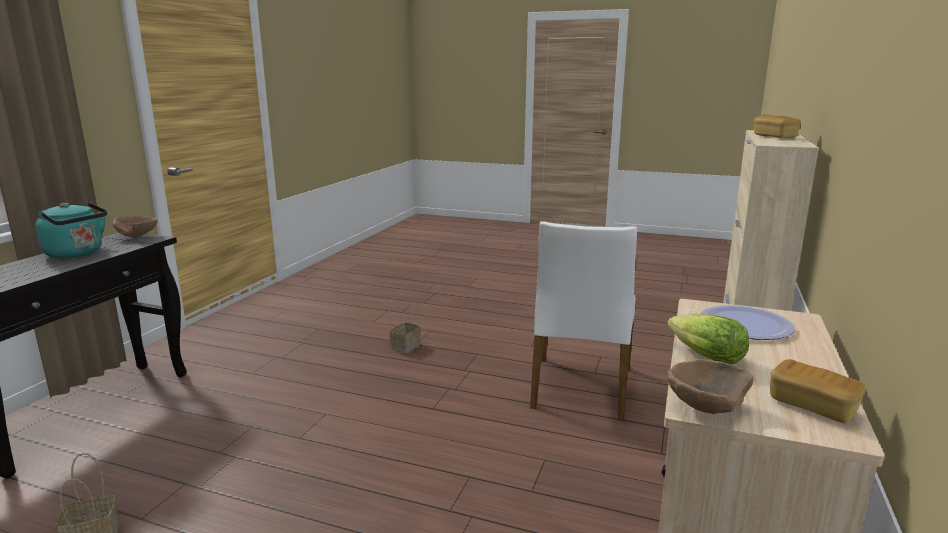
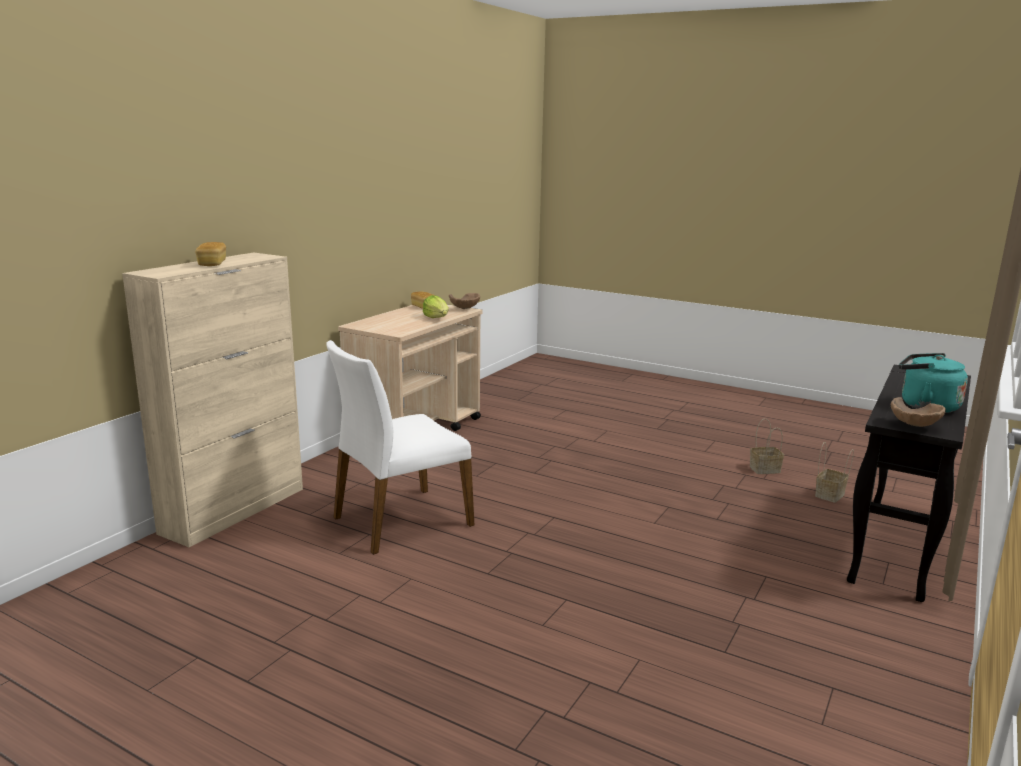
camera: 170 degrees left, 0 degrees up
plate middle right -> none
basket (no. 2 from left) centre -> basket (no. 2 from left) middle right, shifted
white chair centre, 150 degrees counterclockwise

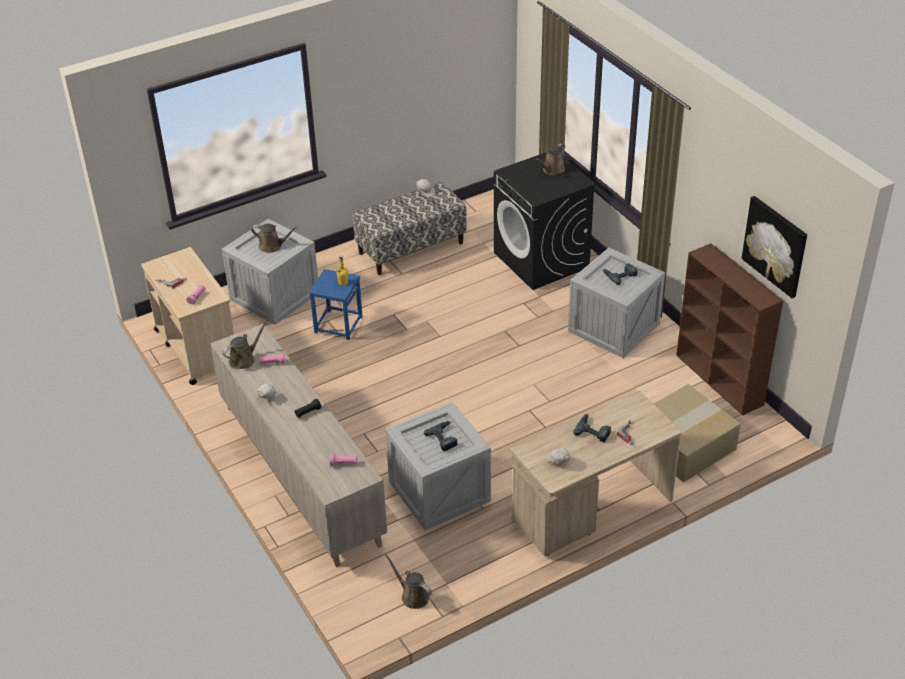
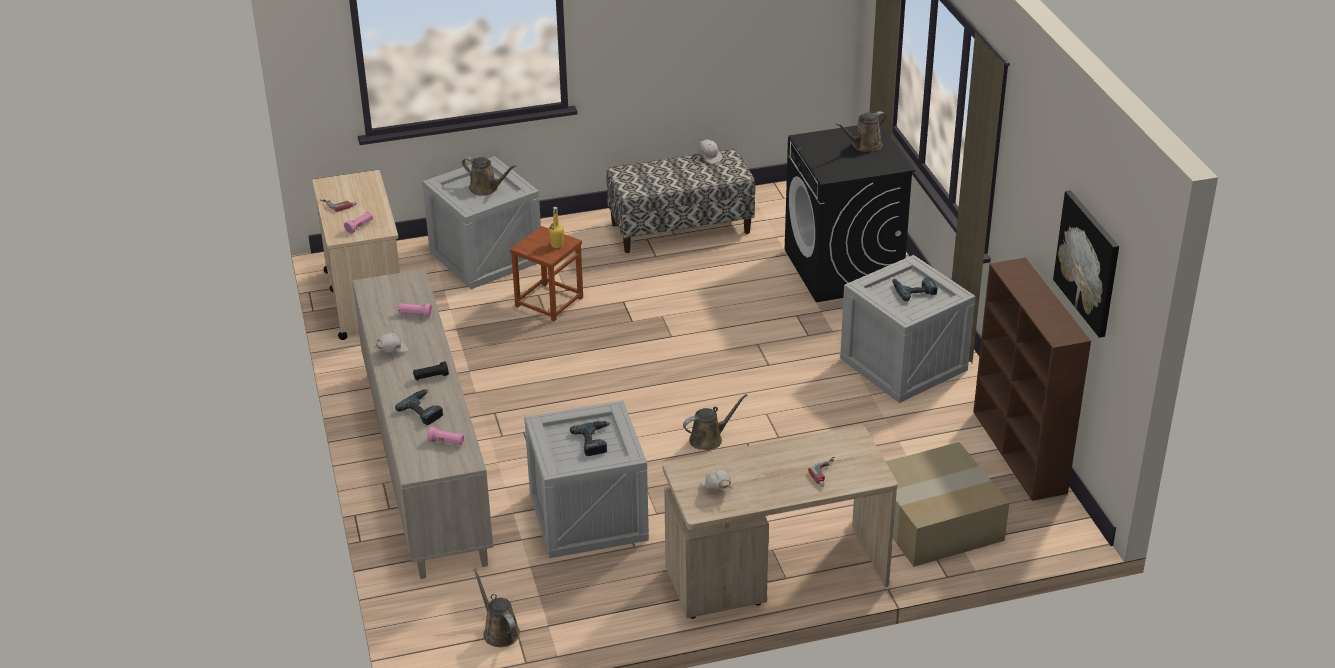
camera: 15 degrees right, 5 degrees down
brown watering can (no. 1 from left in the first image) middle left -> brown watering can (no. 3 from left) centre, shifted
power drill (no. 3 from left in the first image) centre -> power drill (no. 2 from left) middle left, shifted
blue stool centre -> brown stool centre

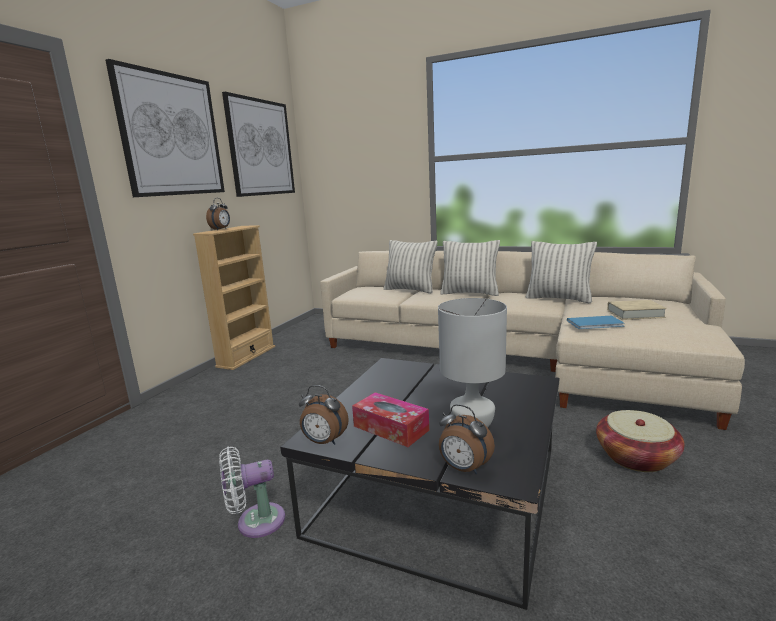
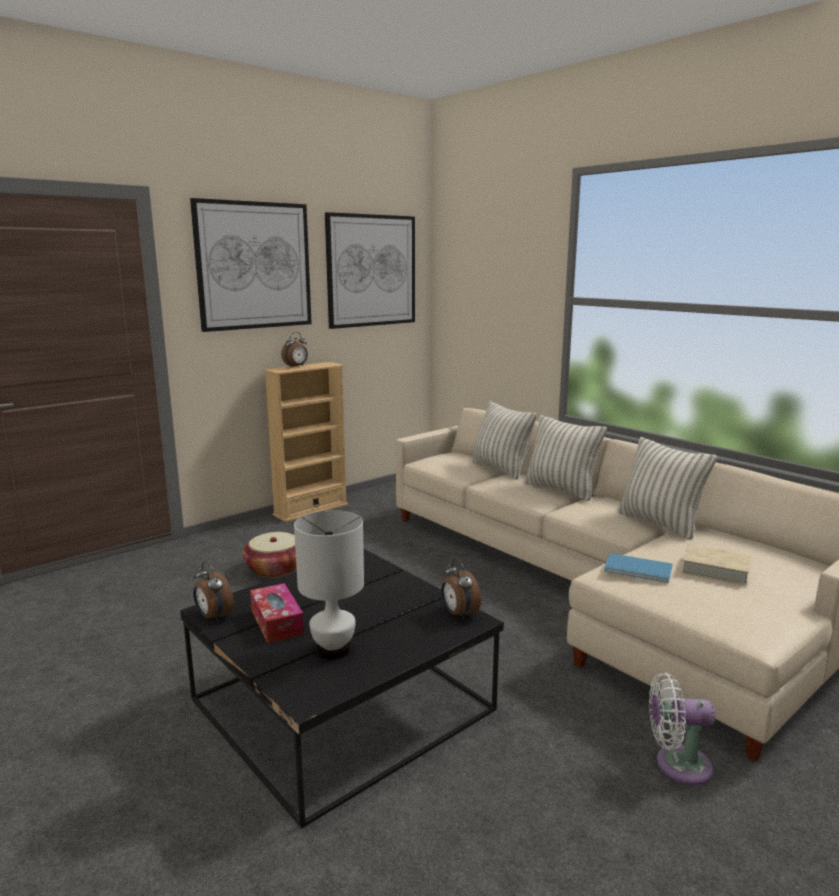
camera: 25 degrees right, 0 degrees up
white fan bottom left -> white fan bottom right, shifted
alarm clock (no. 3 from left) bottom centre -> alarm clock (no. 3 from left) centre, shifted
basket bottom right -> basket middle left, shifted

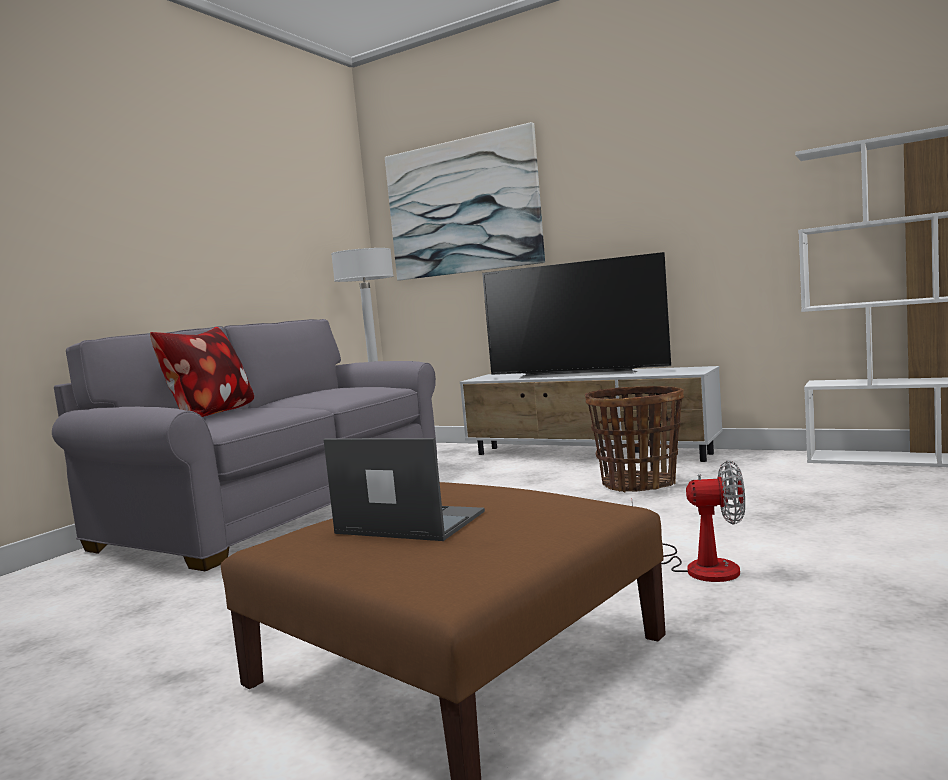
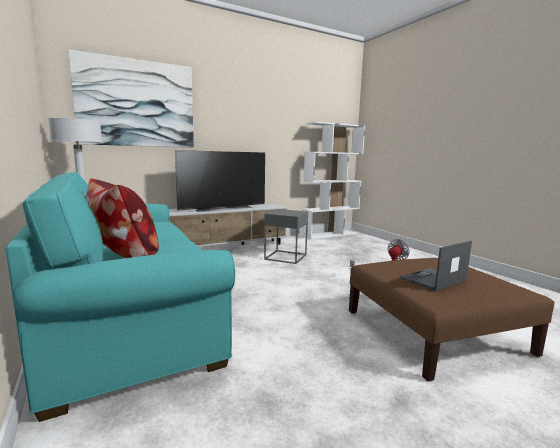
camera: 60 degrees left, 5 degrees up
basket middle right -> grey side table centre
grey sofa middle left -> turquoise sofa middle left

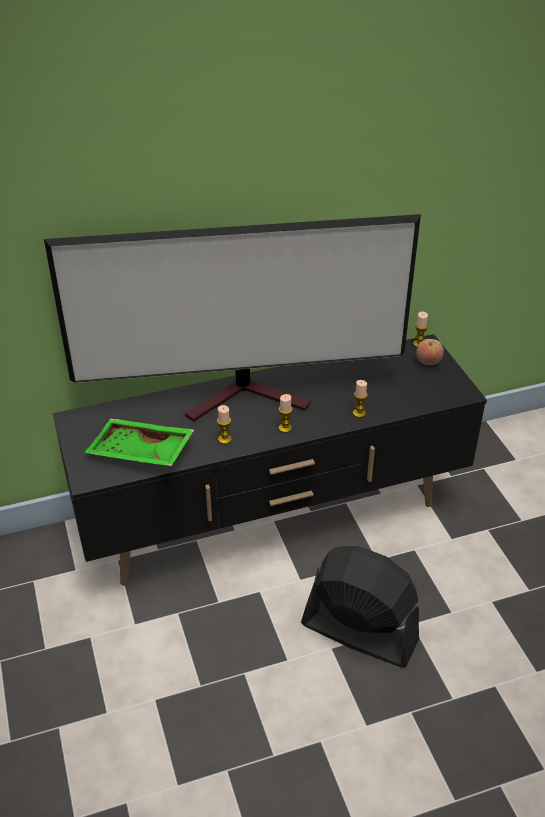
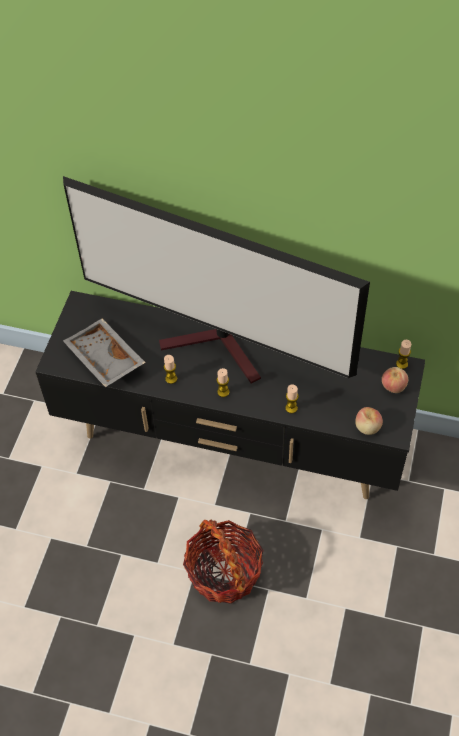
camera: 35 degrees right, 15 degrees up
none -> apple (no. 1 from left) middle right
black fan bottom centre -> basket bottom centre
green tray middle left -> grey tray middle left

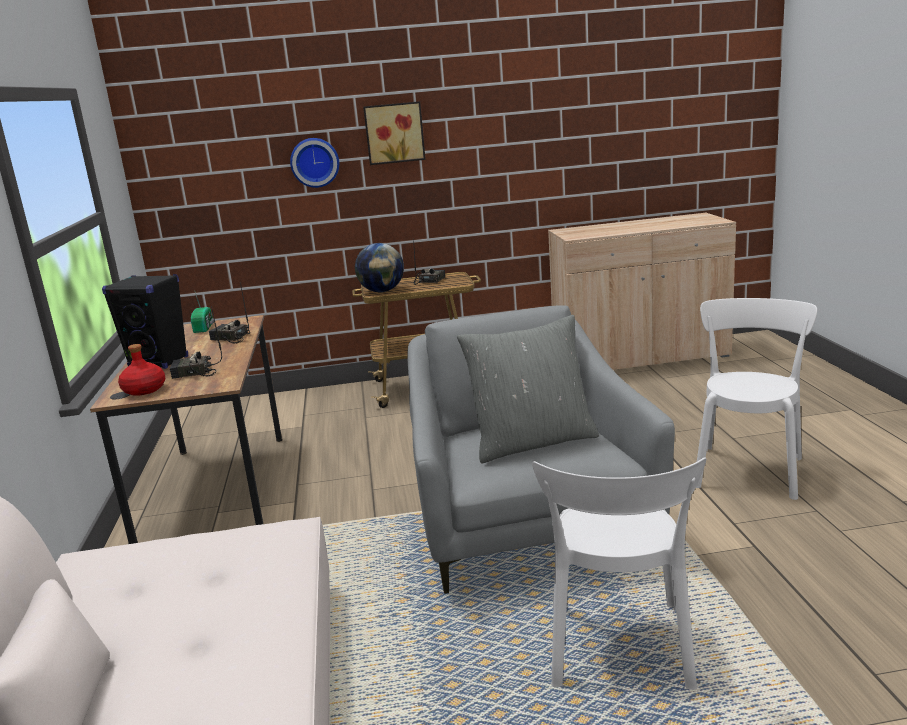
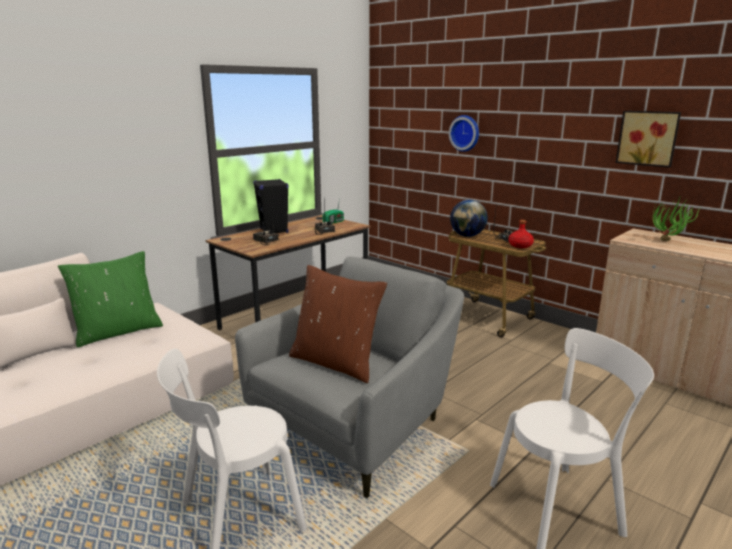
camera: 50 degrees right, 0 degrees up
none -> green pillow middle left
none -> potted plant middle right
red bottle middle left -> red bottle middle right, shifted
picture top centre -> picture top right, shifted
grey pillow centre -> brown pillow centre

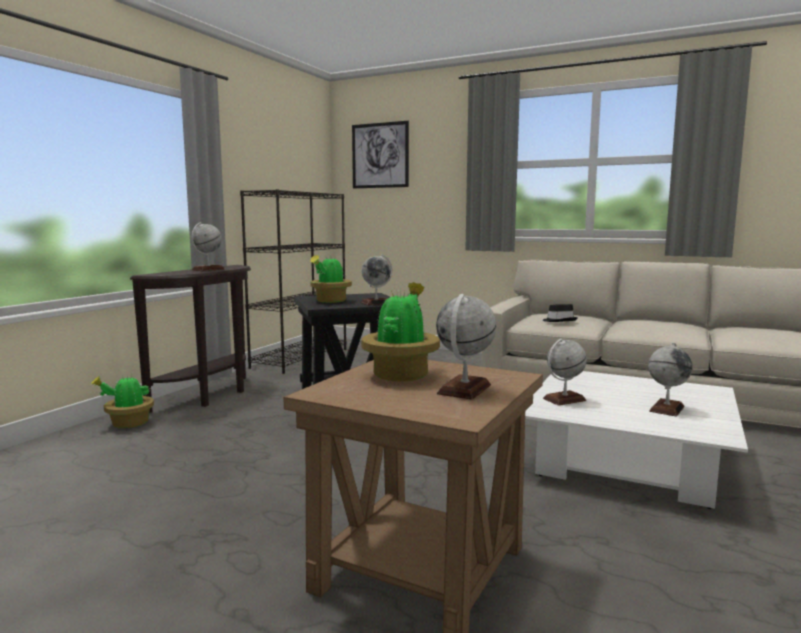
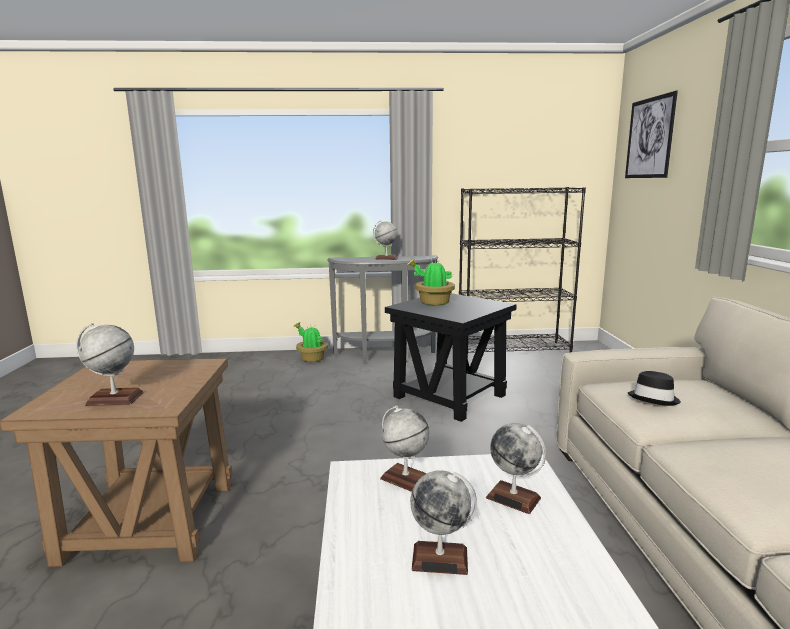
camera: 60 degrees right, 5 degrees up
potted plant (no. 3 from left) centre -> none
globe (no. 2 from left in the first image) centre -> globe (no. 5 from left) bottom centre, shifted
brown console table middle left -> grey console table centre

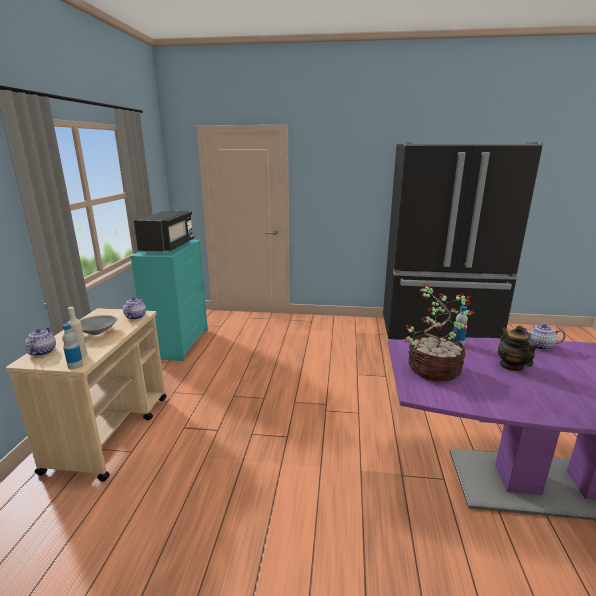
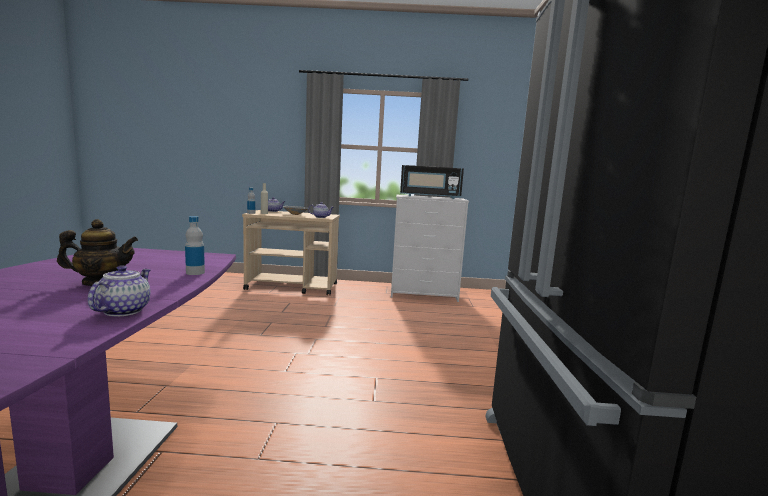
camera: 85 degrees right, 10 degrees down
potted plant middle right -> none
turquoise dresser middle left -> white dresser centre

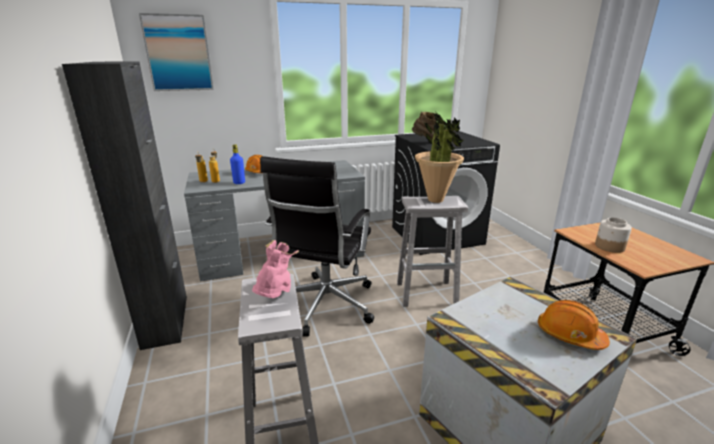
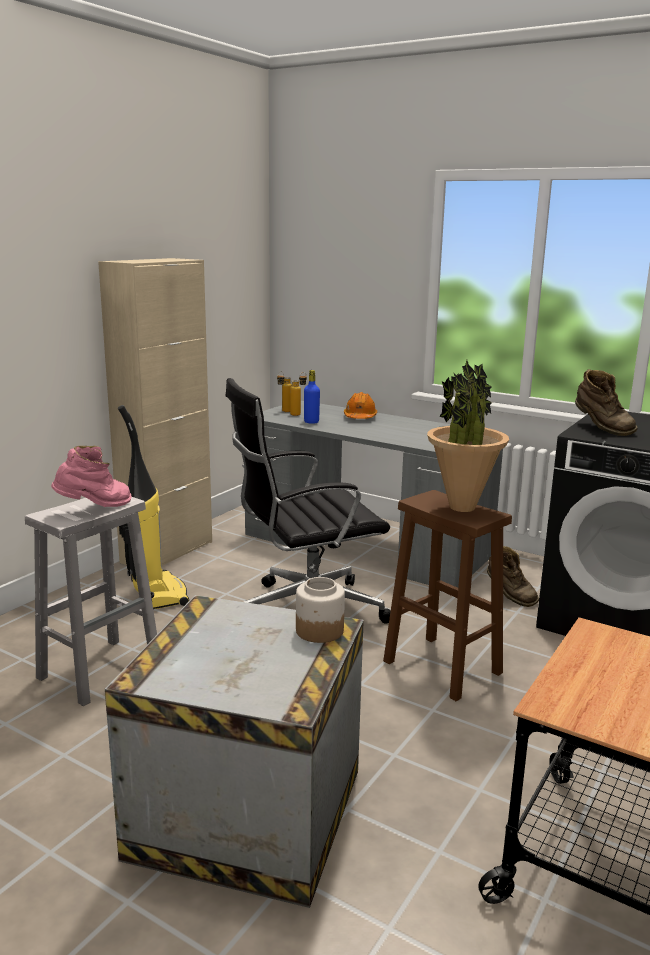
camera: 50 degrees right, 5 degrees down
picture top left -> none
orange hard hat (no. 2 from left) bottom right -> none
none -> vacuum cleaner middle left
none -> brown boot (no. 1 from left) middle right
jar middle right -> jar centre, shifted
black cabinet middle left -> beige cabinet middle left
white stool (no. 2 from left) centre -> brown stool middle right

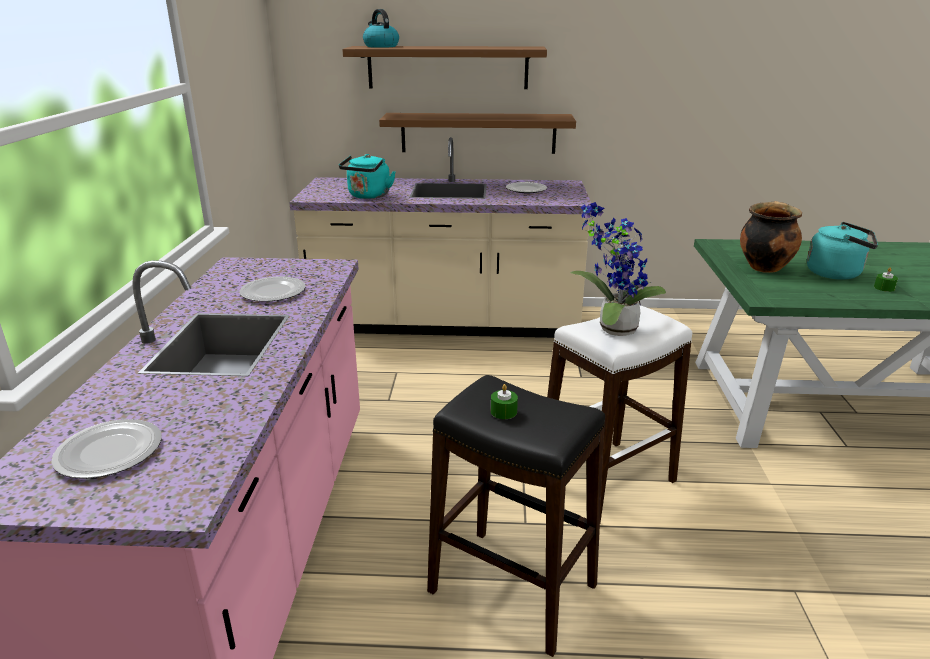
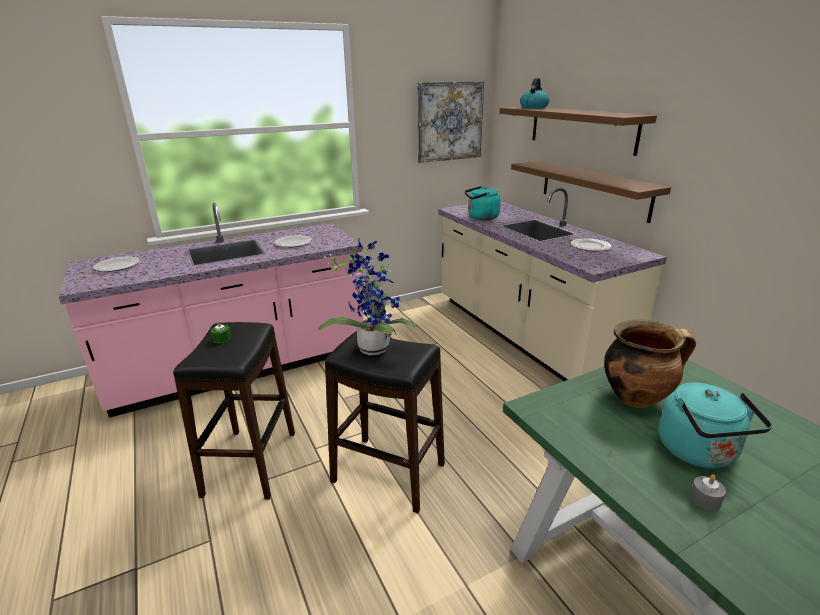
camera: 60 degrees right, 0 degrees up
none -> picture top centre
white stool centre -> black stool (no. 2 from left) bottom centre
green candle (no. 2 from left) middle right -> grey candle bottom right

